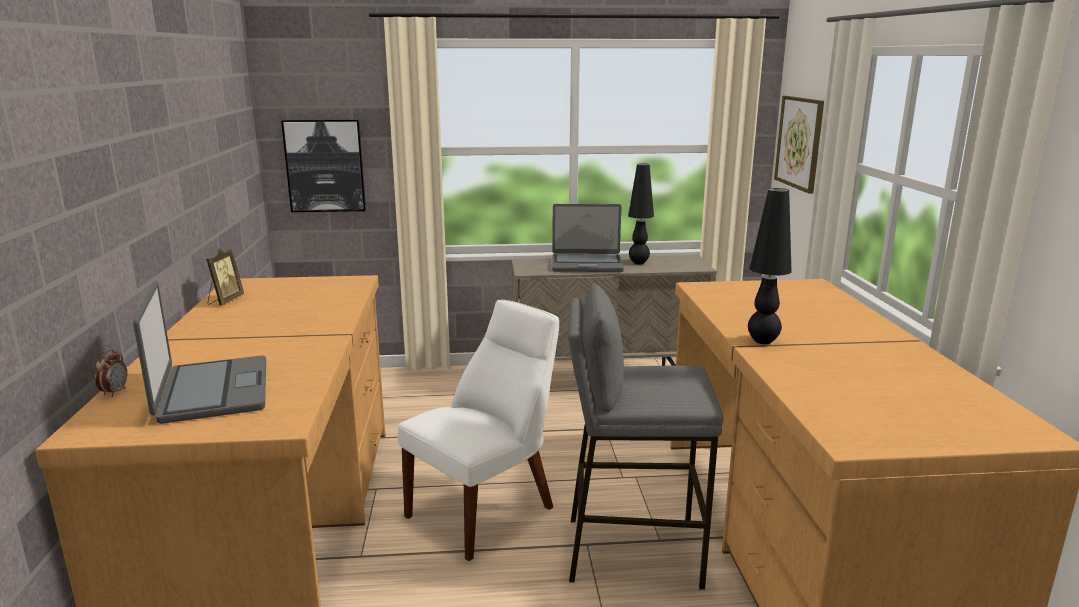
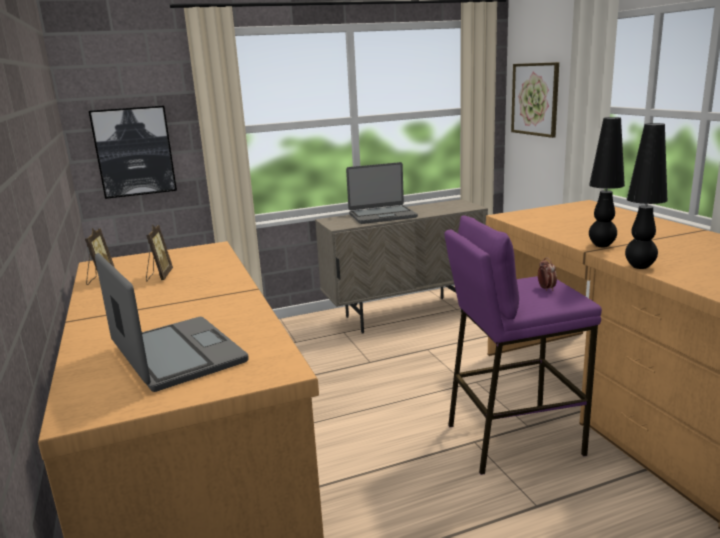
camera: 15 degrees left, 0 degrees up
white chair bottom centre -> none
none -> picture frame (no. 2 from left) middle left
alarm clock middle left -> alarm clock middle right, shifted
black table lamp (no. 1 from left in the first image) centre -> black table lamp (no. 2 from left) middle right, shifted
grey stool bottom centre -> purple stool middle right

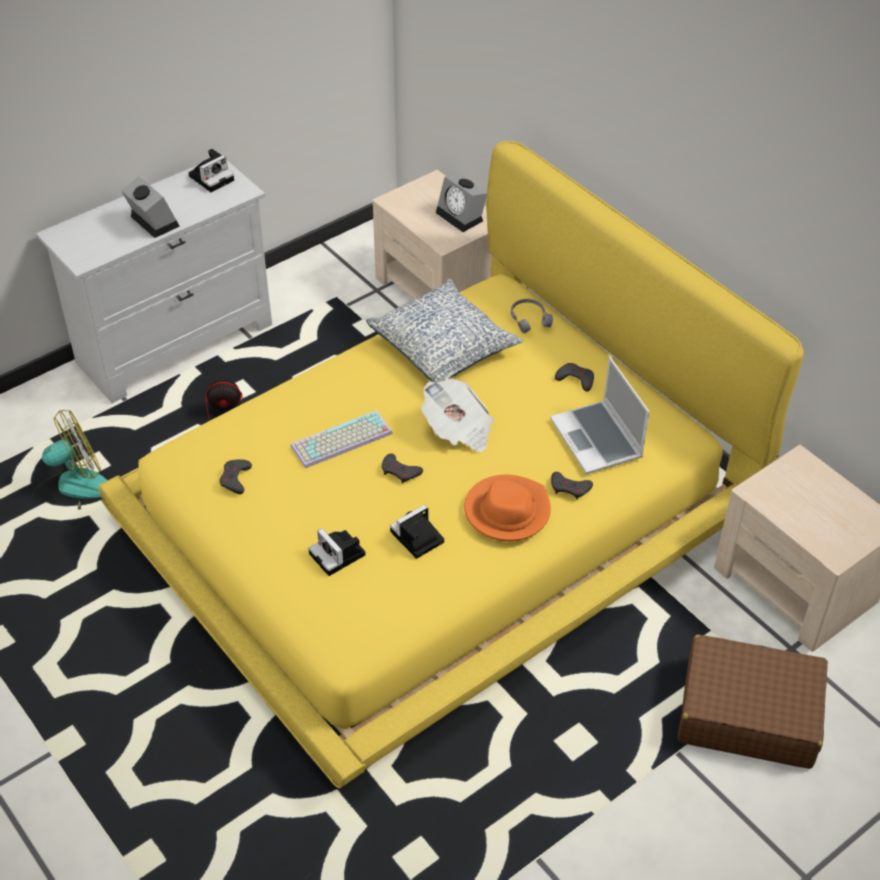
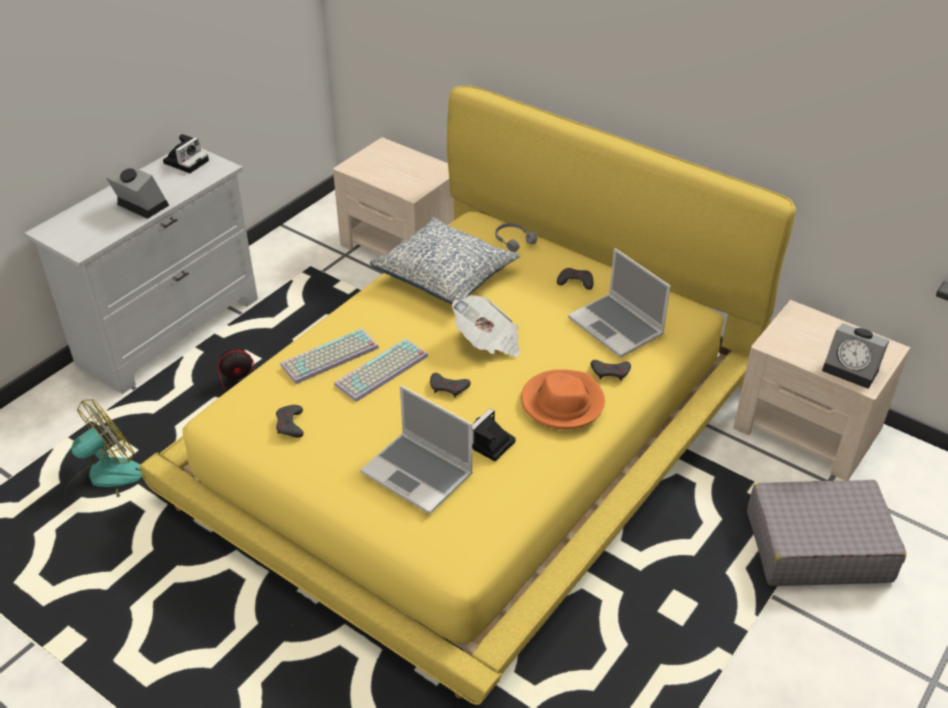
camera: 15 degrees left, 5 degrees down
none -> keyboard (no. 1 from left) centre
alarm clock (no. 2 from left) top centre -> alarm clock (no. 2 from left) middle right, shifted
photo camera (no. 2 from left) centre -> laptop (no. 1 from left) centre
brown suitcase bottom right -> grey suitcase bottom right

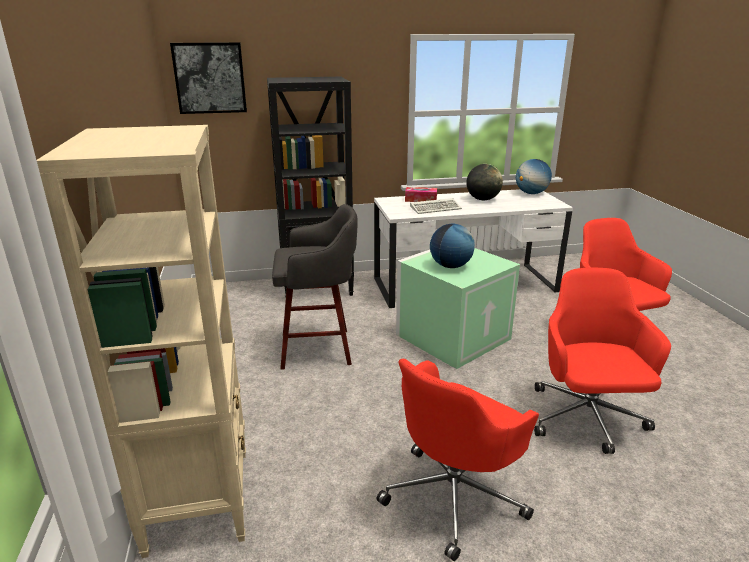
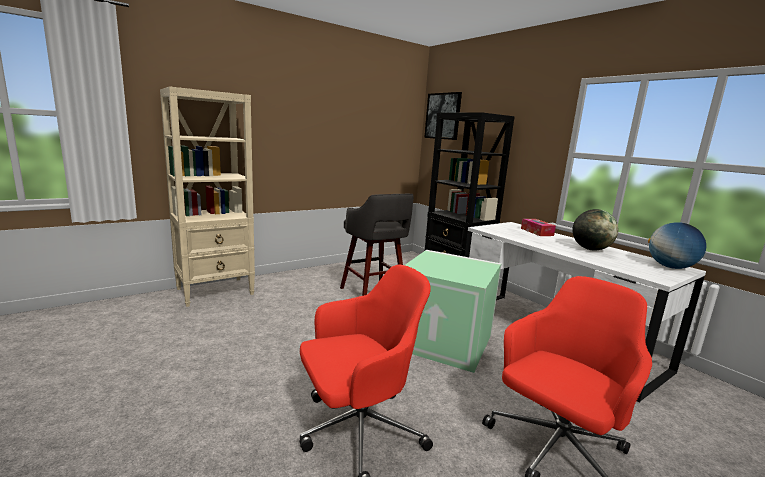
camera: 65 degrees right, 10 degrees down
red office chair (no. 1 from left) bottom centre -> none
keyboard centre -> none
globe (no. 1 from left) centre -> none

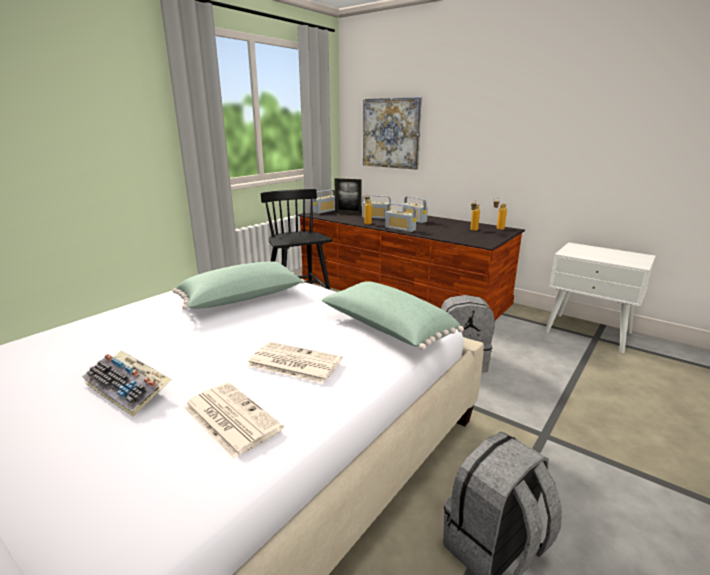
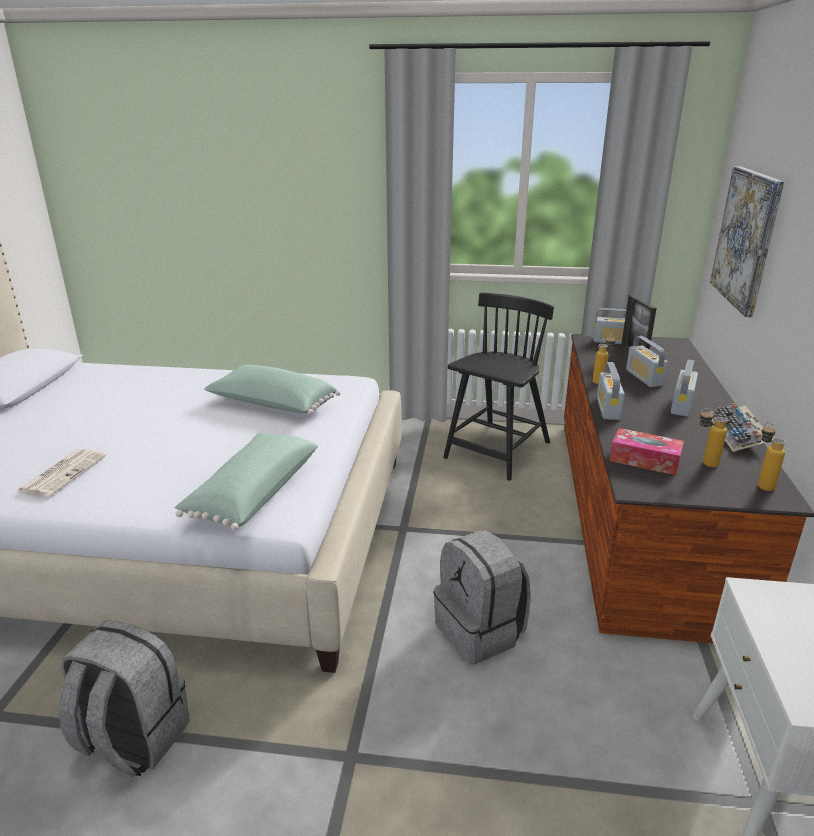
camera: 60 degrees right, 5 degrees up
newspaper (no. 2 from left) centre -> none
none -> tissue box middle right
keyboard bottom left -> keyboard middle right, shifted

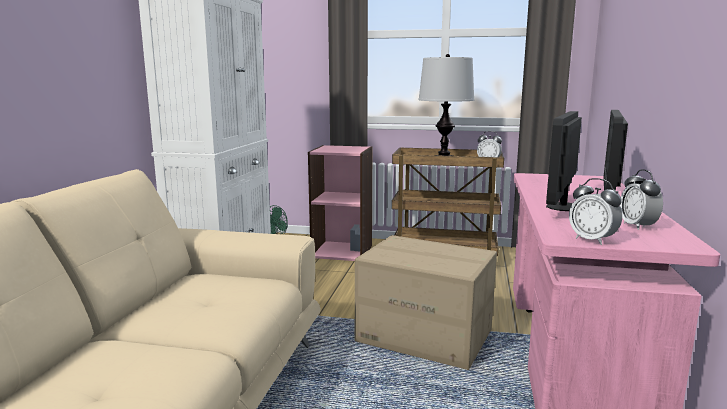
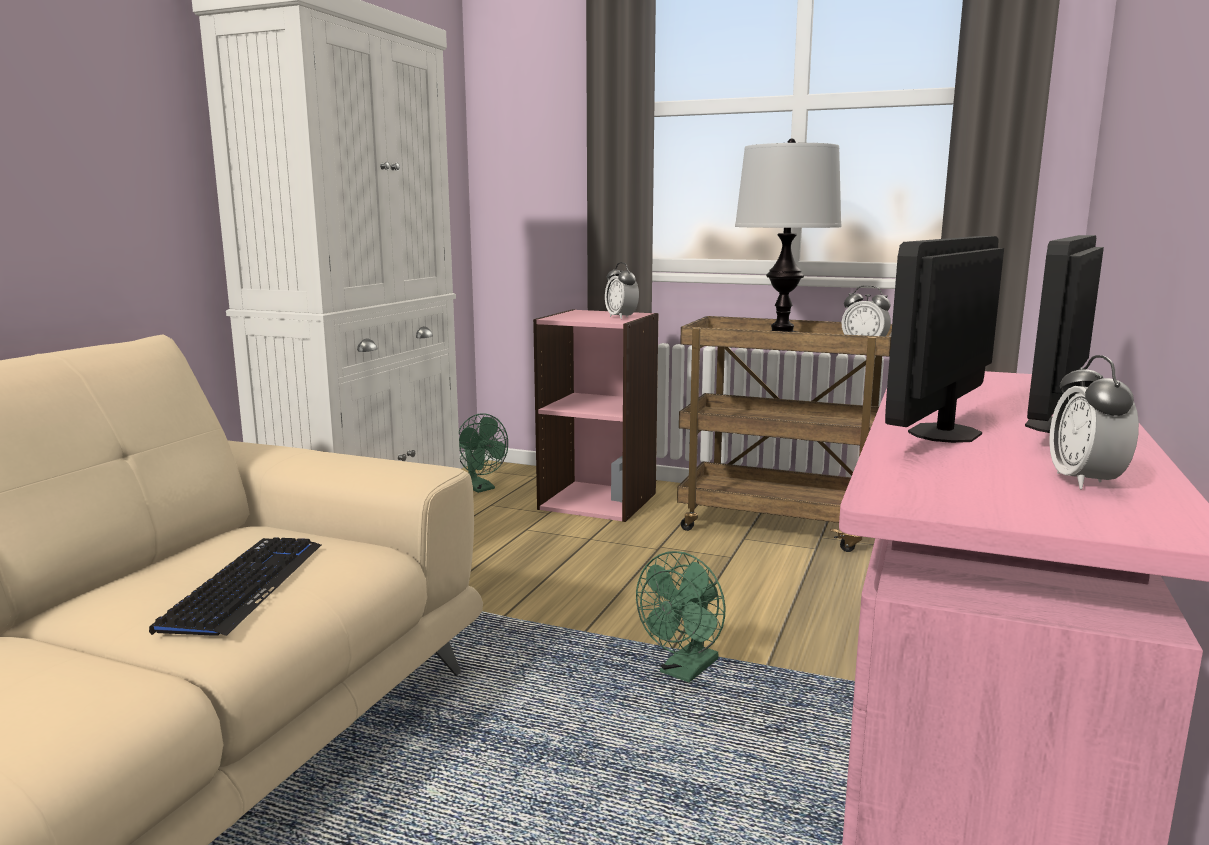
camera: 10 degrees right, 0 degrees up
none -> keyboard bottom left
alarm clock (no. 2 from left in the first image) middle right -> alarm clock (no. 1 from left) centre, shifted
cardboard box bottom centre -> green fan (no. 2 from left) bottom centre

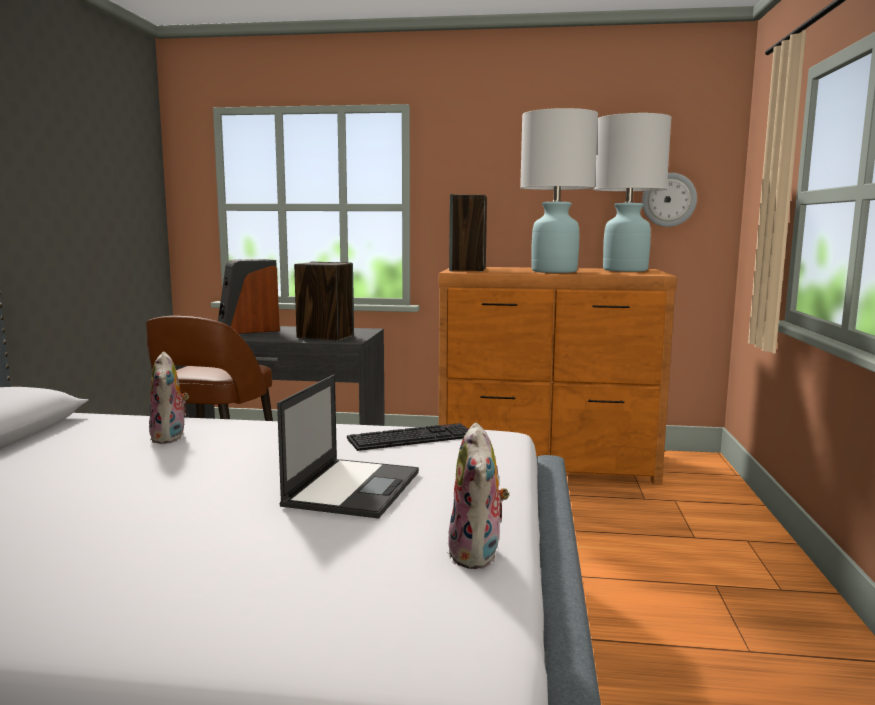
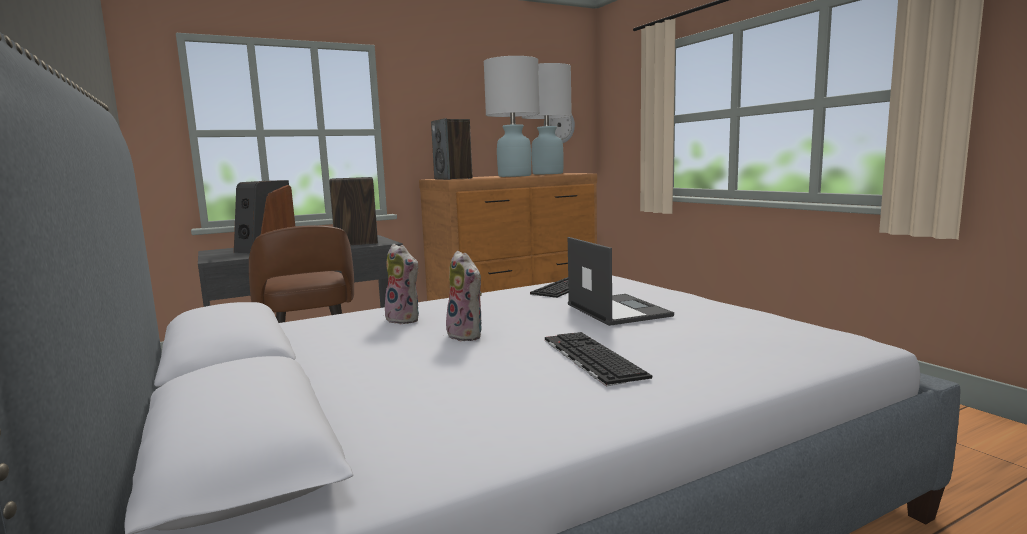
camera: 35 degrees left, 0 degrees up
none -> keyboard (no. 2 from left) bottom centre
plush toy (no. 2 from left) bottom centre -> plush toy (no. 2 from left) centre, shifted

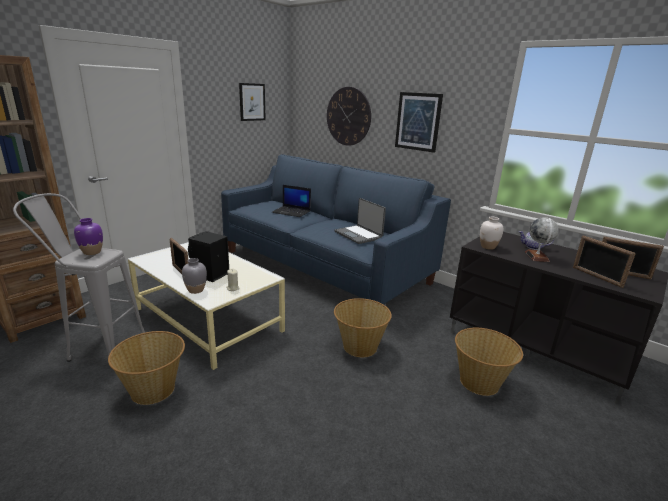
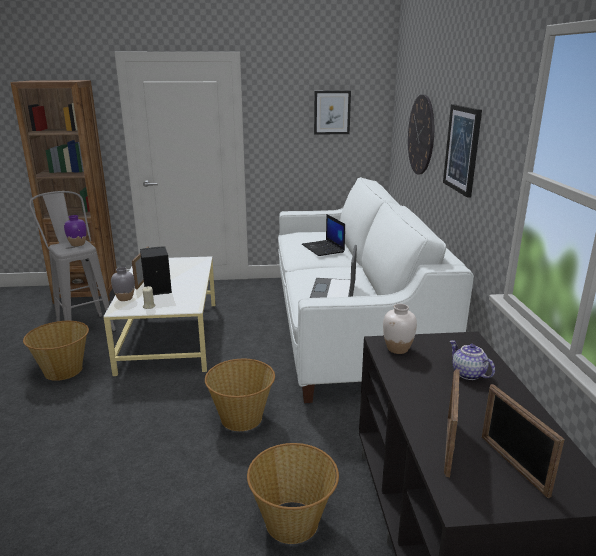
camera: 45 degrees right, 0 degrees up
globe middle right -> none
blue sofa centre -> white sofa centre

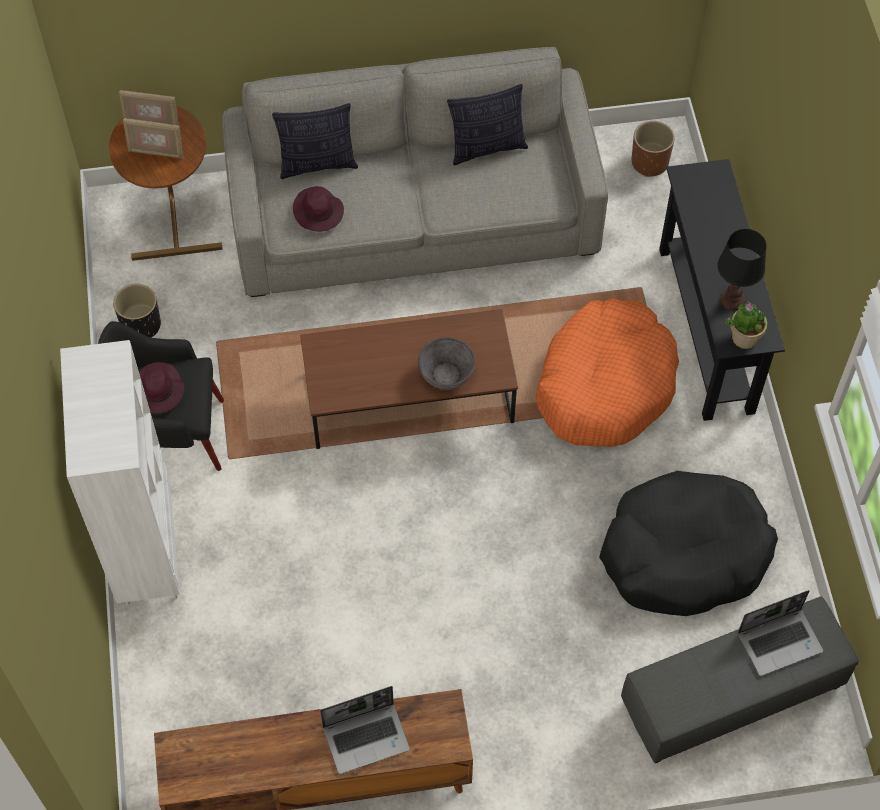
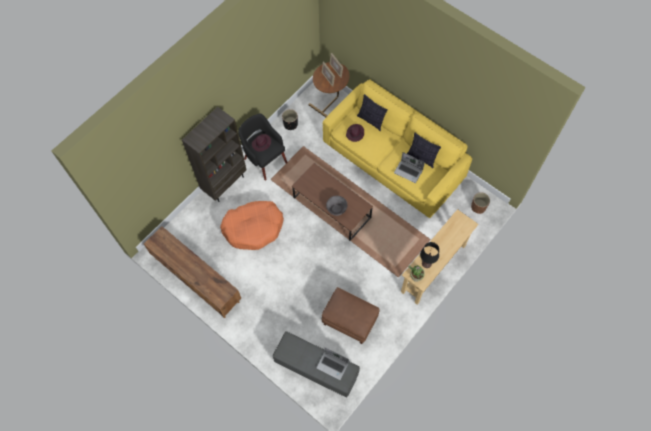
camera: 50 degrees right, 5 degrees up
laptop (no. 1 from left in the first image) bottom centre -> laptop (no. 2 from left) centre, shifted
orange dog bed middle right -> orange dog bed centre, shifted
black dog bed bottom right -> brown ottoman bottom centre
white bookcase middle left -> brown bookcase middle left
grey sofa top centre -> yellow sofa centre
black console table middle right -> beige console table middle right

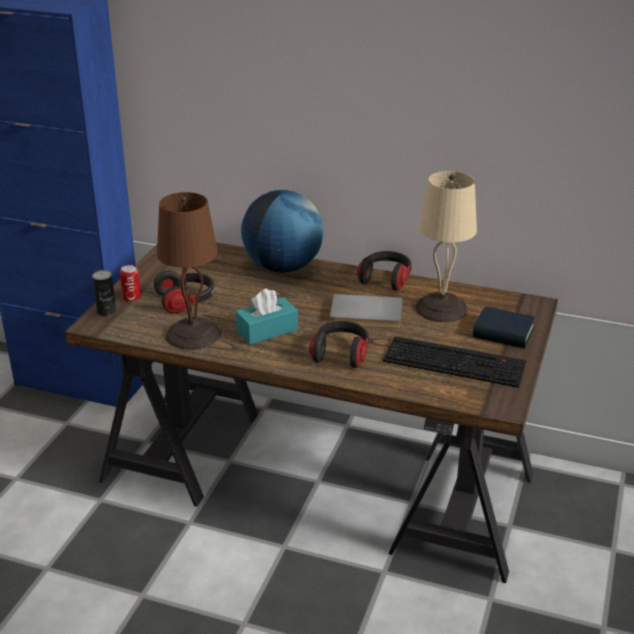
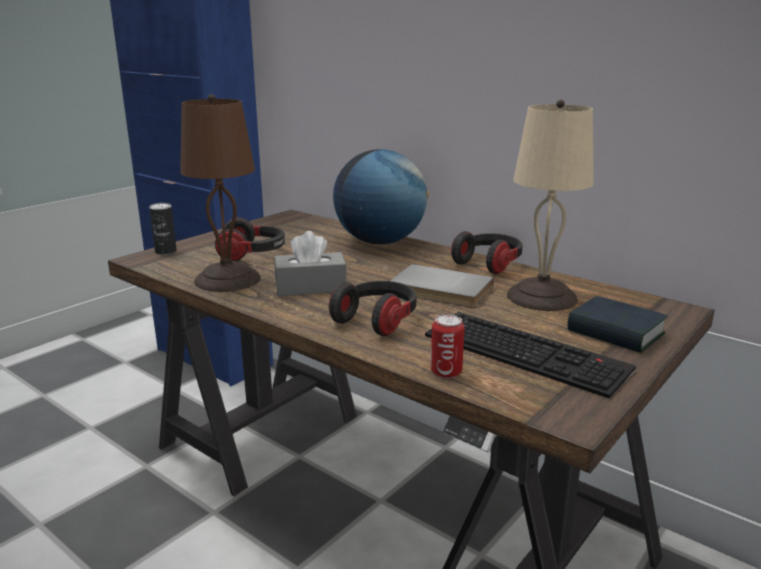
camera: 20 degrees right, 10 degrees down
can (no. 2 from left) middle left -> can (no. 2 from left) centre, shifted
turquoise tissue box centre -> grey tissue box centre

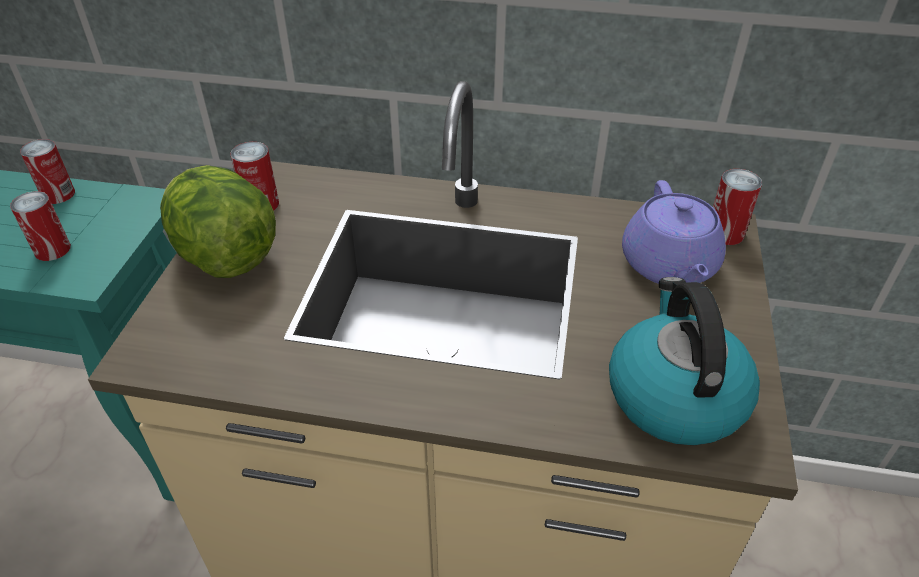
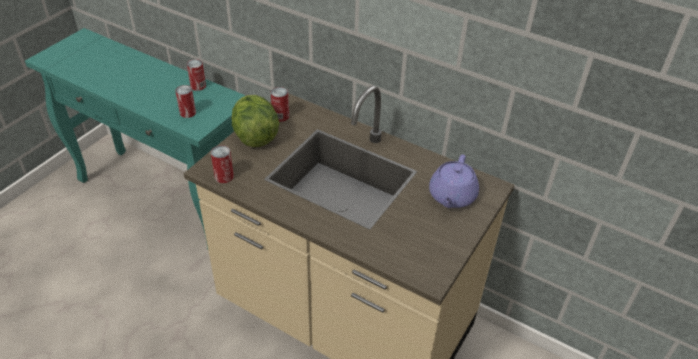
camera: 20 degrees right, 0 degrees up
kettle middle right -> none
can (no. 4 from left in the first image) middle right -> can (no. 3 from left) middle left, shifted

